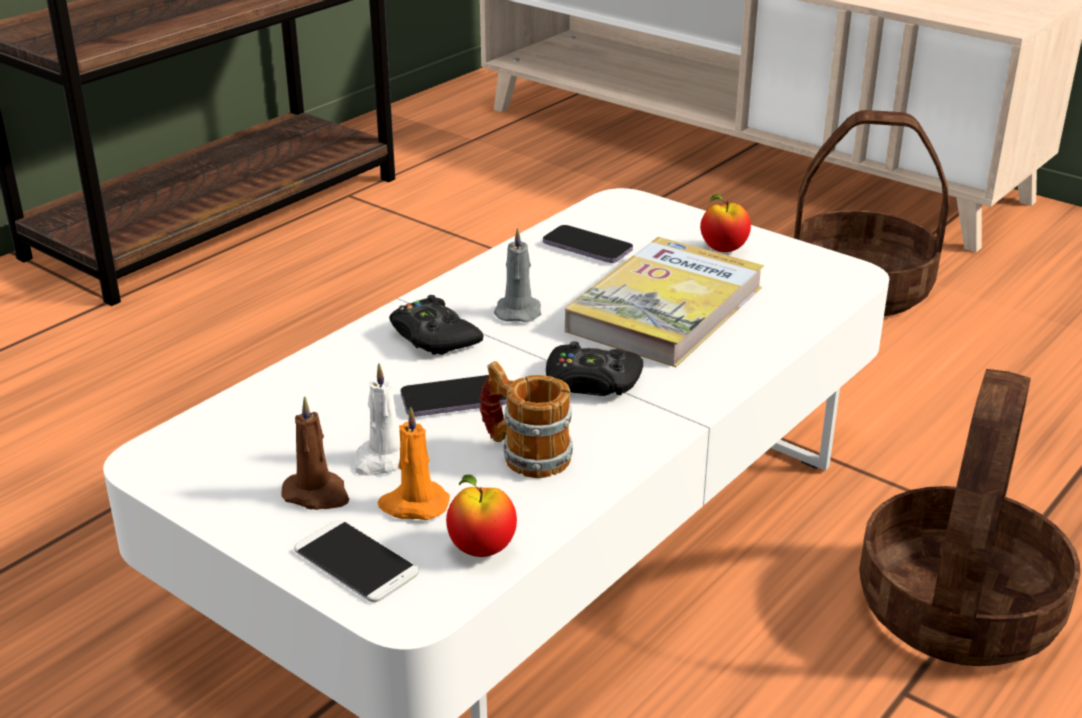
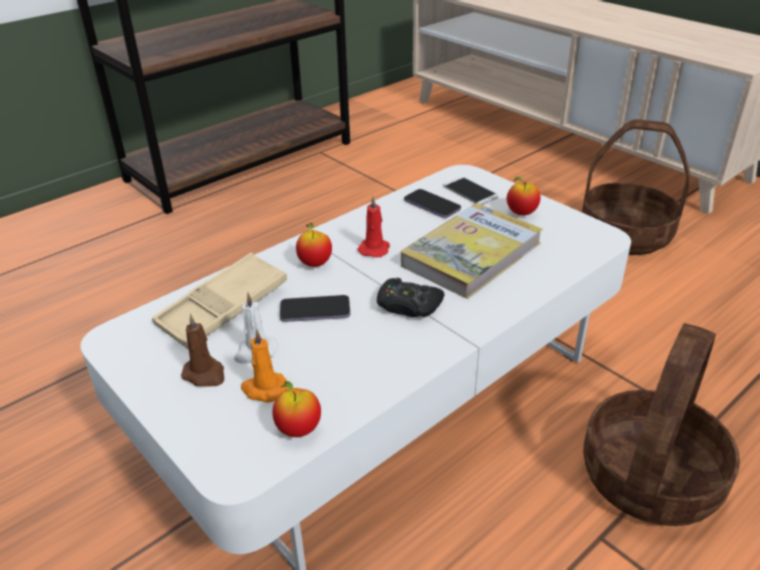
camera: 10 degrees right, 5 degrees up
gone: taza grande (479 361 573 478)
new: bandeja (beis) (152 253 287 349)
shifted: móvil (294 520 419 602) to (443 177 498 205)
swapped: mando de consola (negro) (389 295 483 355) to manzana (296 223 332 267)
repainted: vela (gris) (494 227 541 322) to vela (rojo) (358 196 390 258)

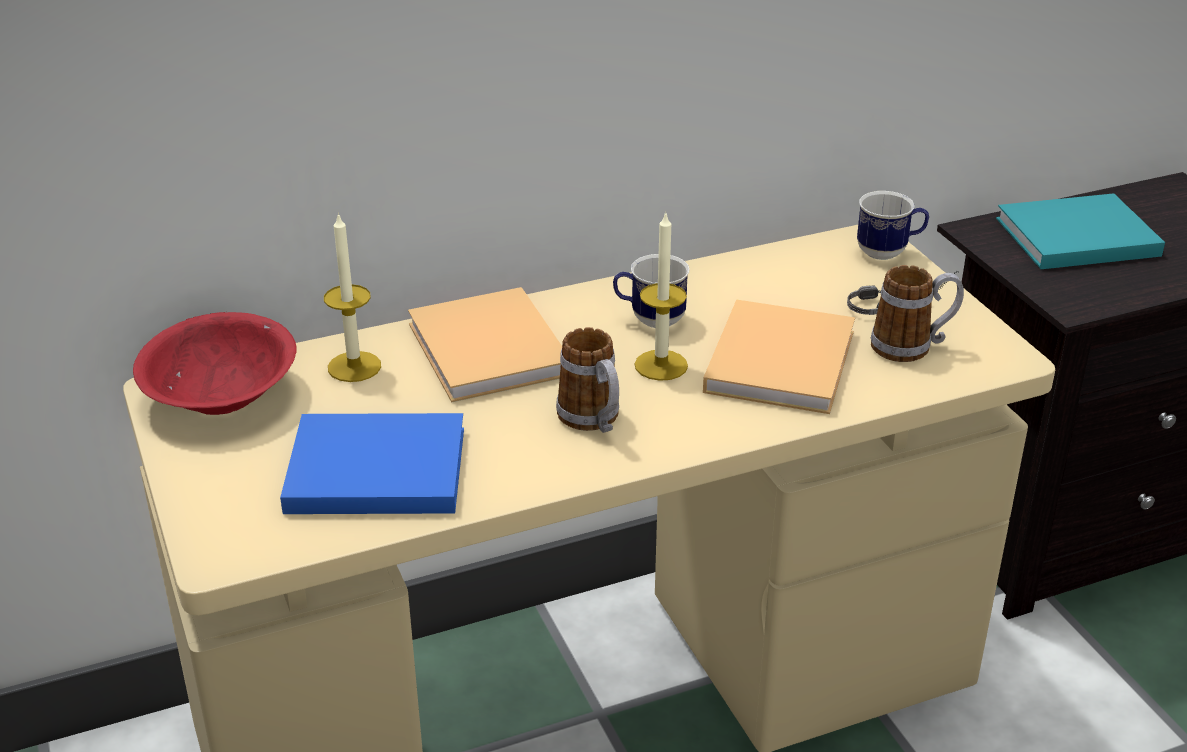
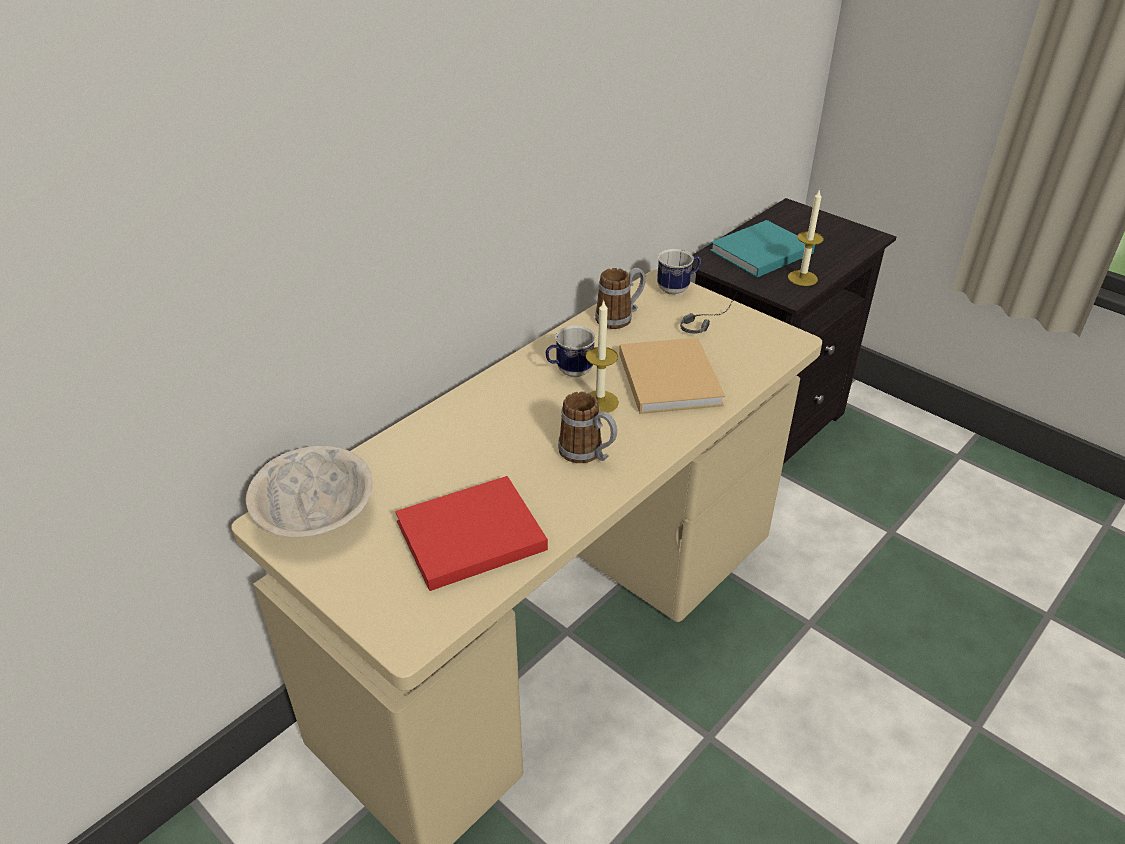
camera: 25 degrees left, 5 degrees up
gone: libro (beis) (408 287 562 402)
shifted: vela (324 212 381 382) to (788 189 823 286); taza grande (871 265 964 362) to (595 268 646 329)
repainted: cuenco (rojo) (133 312 297 415) to cuenco (beis) (246 446 373 537); libro (azul) (280 413 464 514) to libro (rojo) (395 476 548 591)

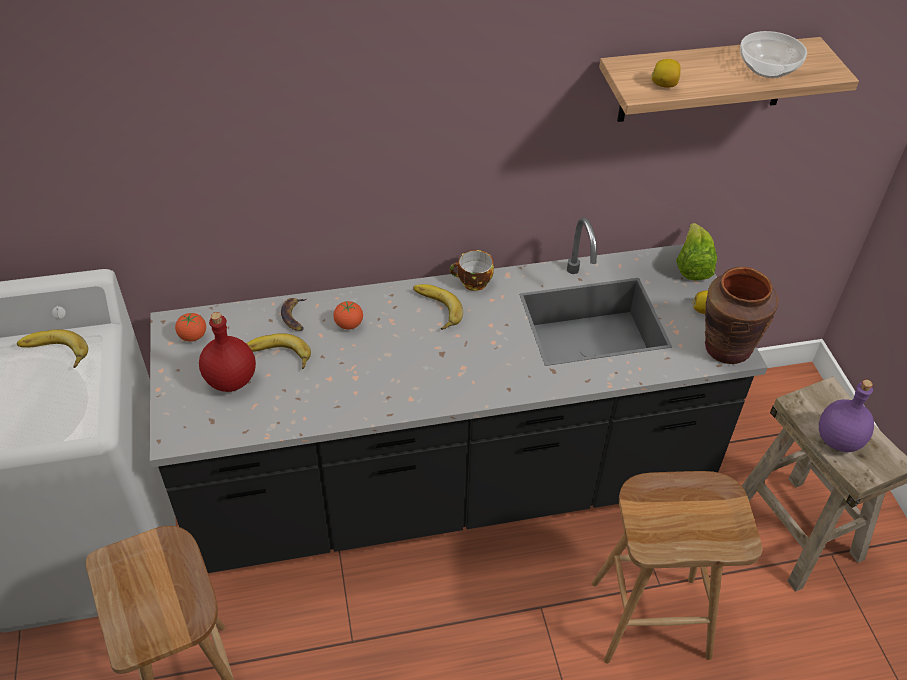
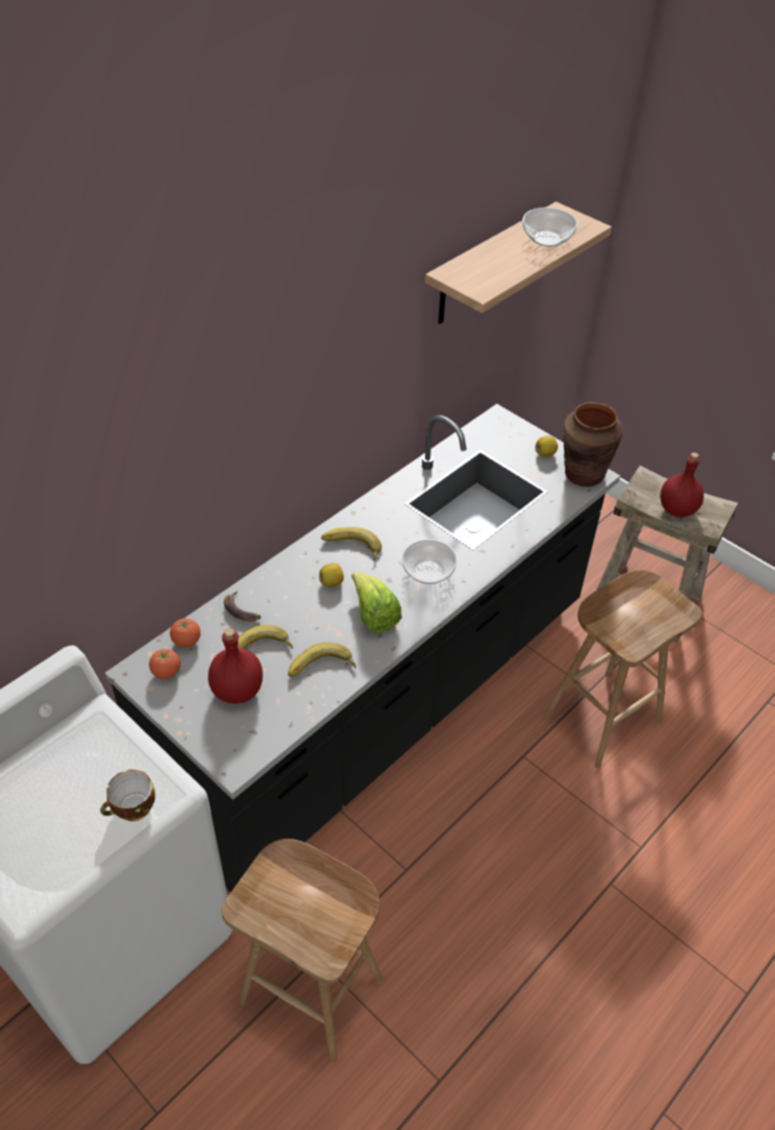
camera: 35 degrees left, 0 degrees up
new: cuenco (402 539 457 584)
shifted: limón (652 59 681 88) to (319 563 344 587); lechuga (676 223 717 281) to (351 572 402 633); taza (450 250 494 291) to (100 769 155 821); tomate (333 301 363 329) to (170 618 201 648); plátano (17 329 88 368) to (288 642 356 677)
repainted: botella (morado) (819 380 874 452) to botella (rojo) (660 452 704 517)

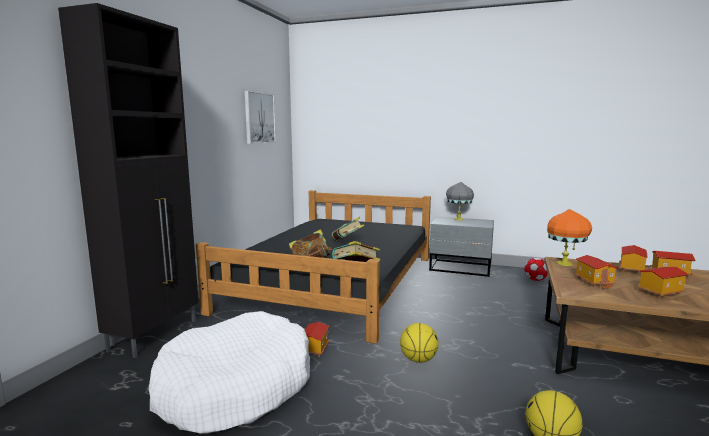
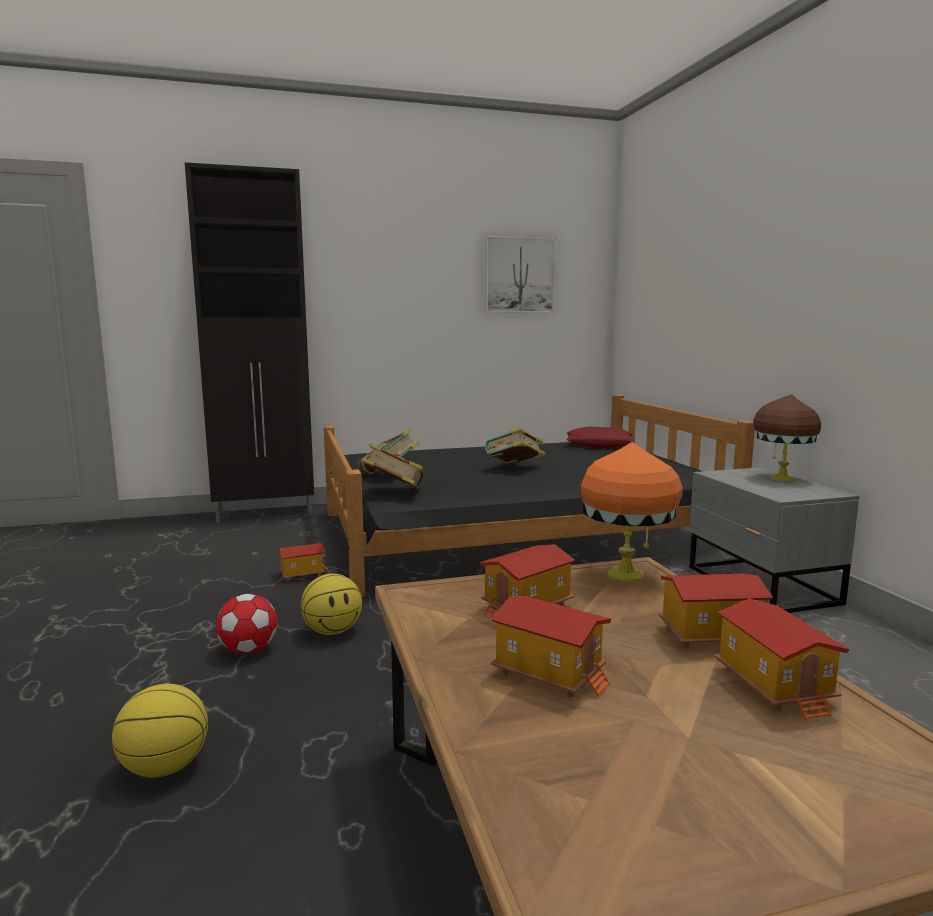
camera: 55 degrees right, 0 degrees up
gone: cama para perro (blanco) (149 311 310 434)
new: cojín (rojo) (566 427 635 448)
shifted: balón de fútbol (524 258 548 281) to (216 594 277 654)
repainted: lámpara de mesa (gris) (446 182 474 220) to lámpara de mesa (marrón) (753 394 821 481)

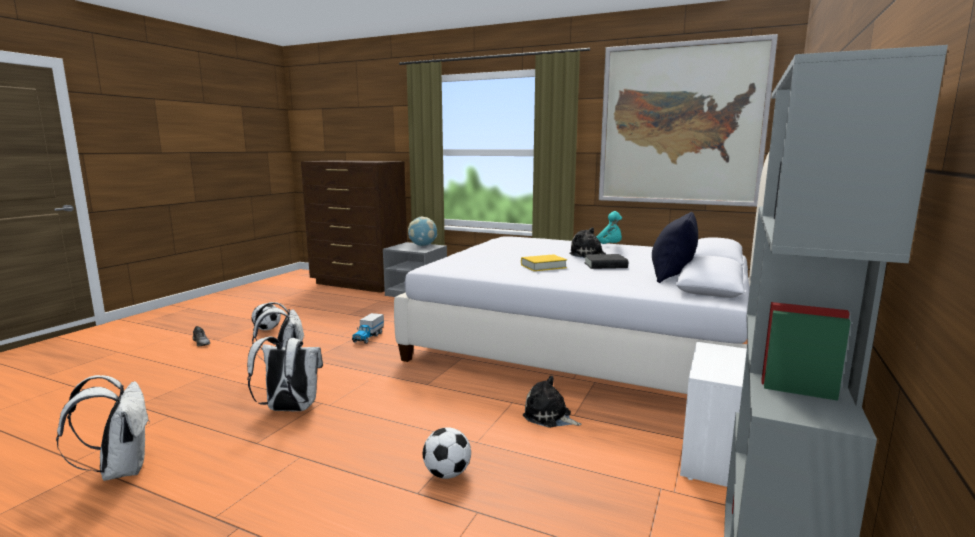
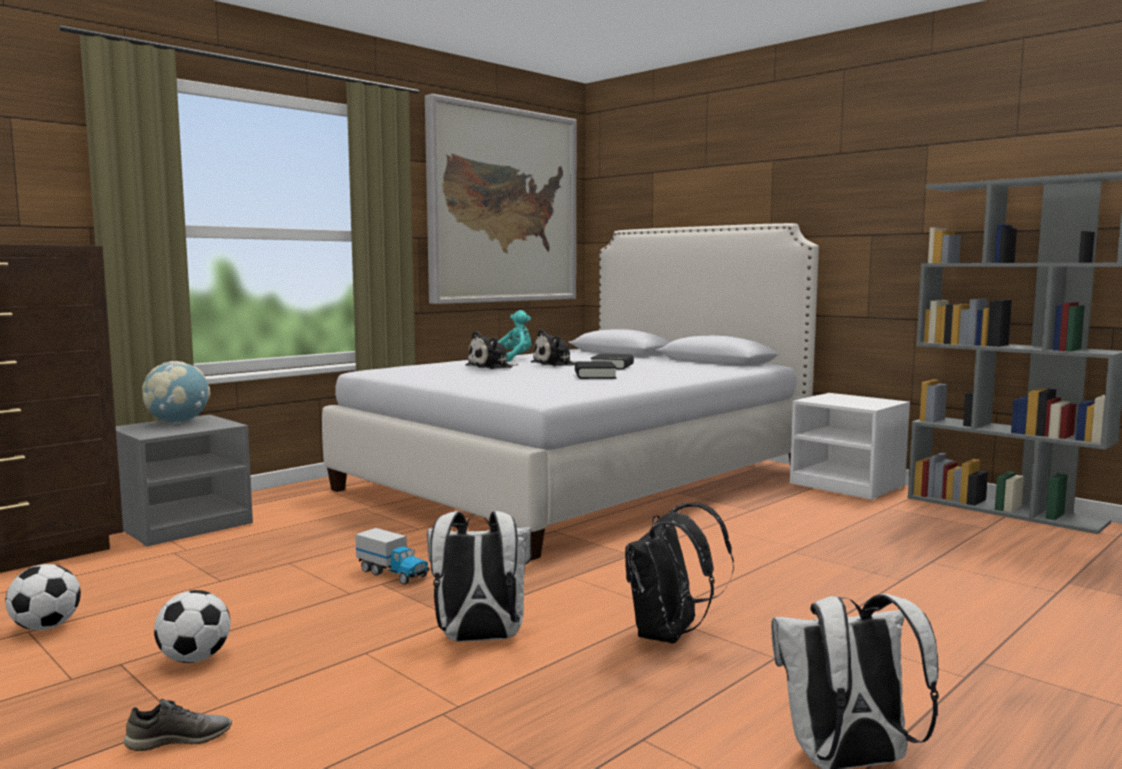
camera: 70 degrees left, 5 degrees down
gone: cojín (negro) (652 212 698 283)
shifted: peluche (523 376 581 428) to (465 331 518 369); balón de fútbol (423 427 471 479) to (5 564 81 630)
repainted: libro (amarillo) (521 254 567 271) to libro (negro) (575 361 617 379); mochila (blanco) (247 336 323 411) to mochila (negro) (625 502 734 644)

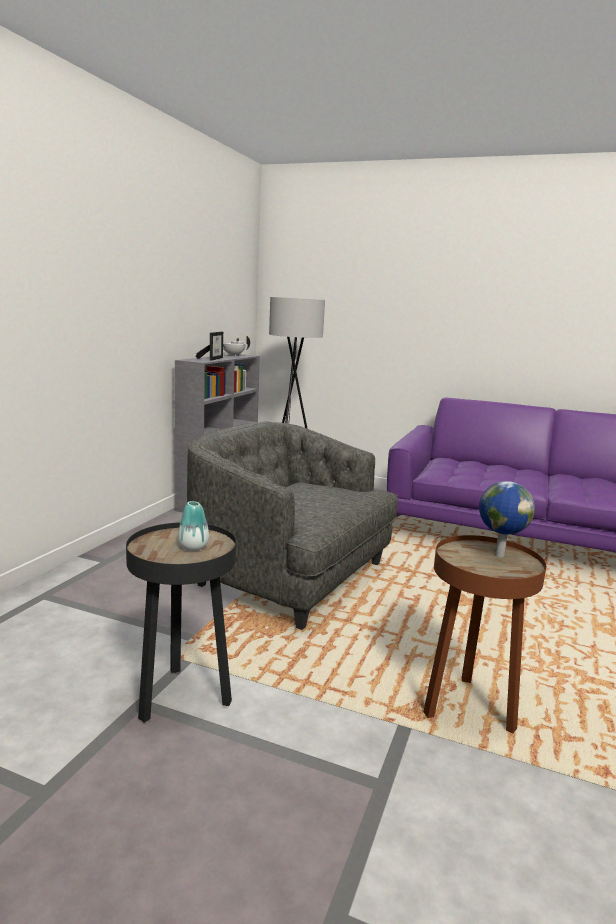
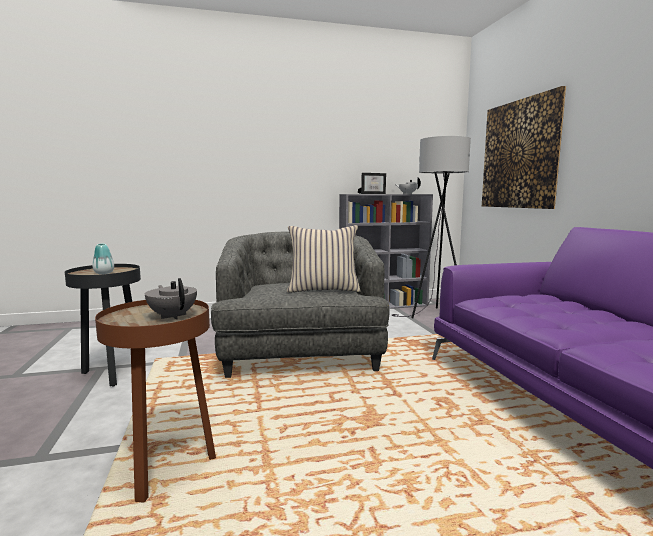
camera: 55 degrees right, 5 degrees down
new: cuadro (482 86 566 209); cojín (beis) (287 225 361 293)
swapped: globo terráqueo (479 481 535 557) to tetera (gris) (145 278 197 319)

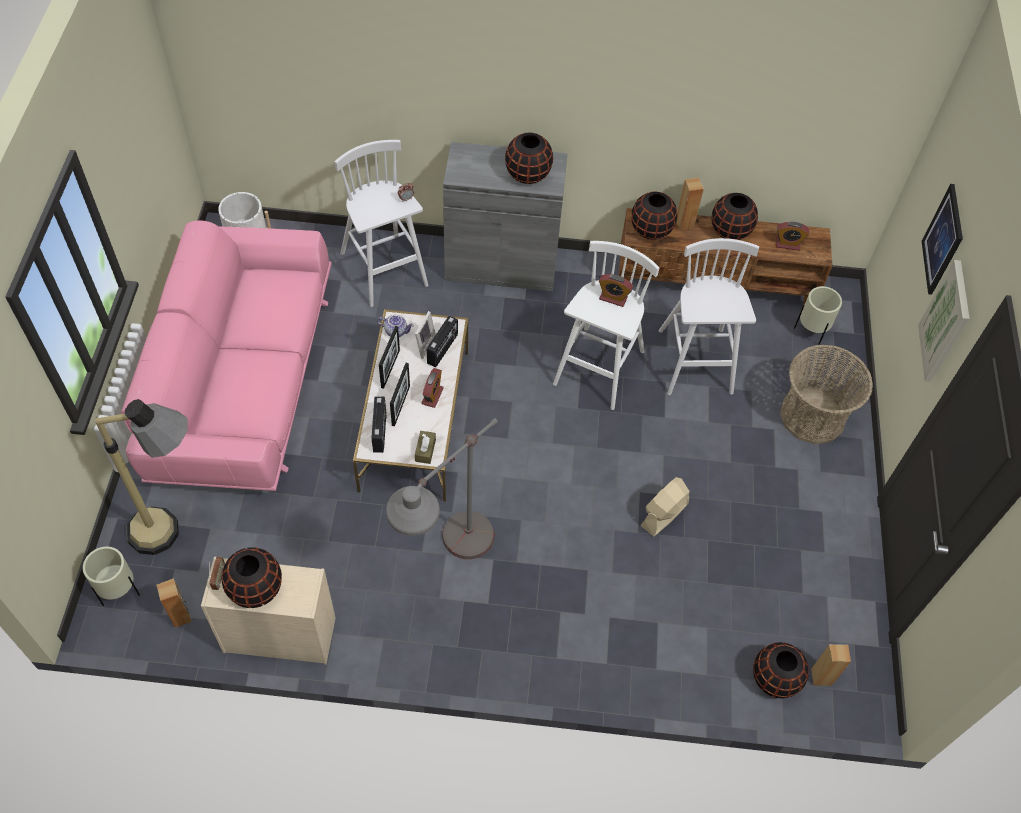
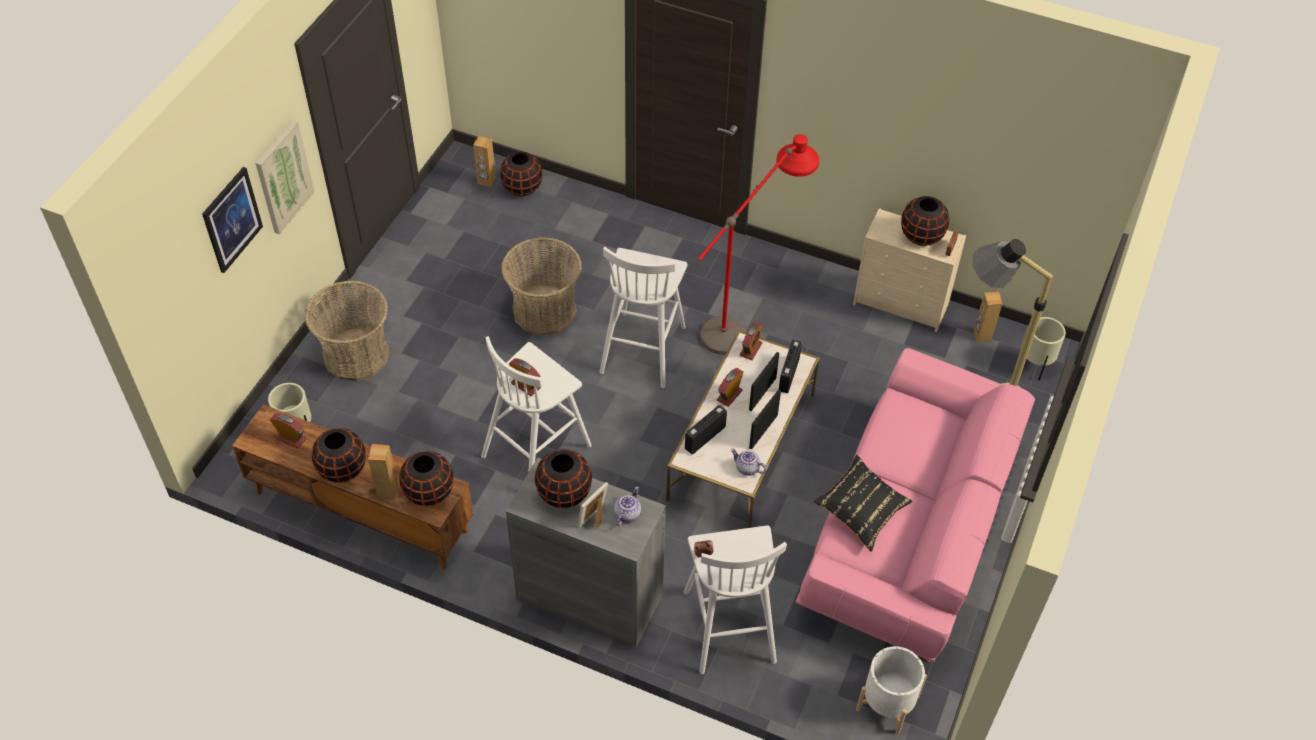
camera: 160 degrees left, 5 degrees down
new: cojín (negro) (813 455 912 552); tetera (614 487 641 526)
shifted: taburete (blanco) (659 238 759 395) to (599 247 688 388); portarretratos (415 311 436 359) to (577 482 608 528)
swapped: caja de pañuelos (marrón) (415 431 436 464) to despertador (740 322 763 360); ventilador (beis) (640 477 690 537) to cesta (501 237 582 336)
repainted: lámpara de pie (gris) (386 418 498 559) to lámpara de pie (rojo) (698 134 819 355)

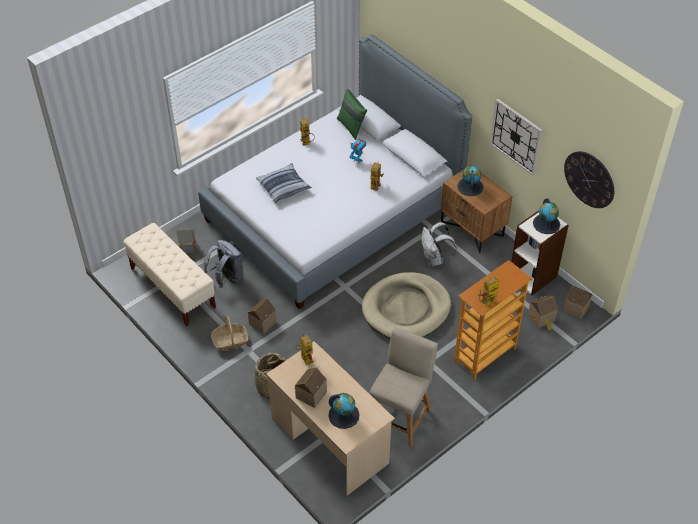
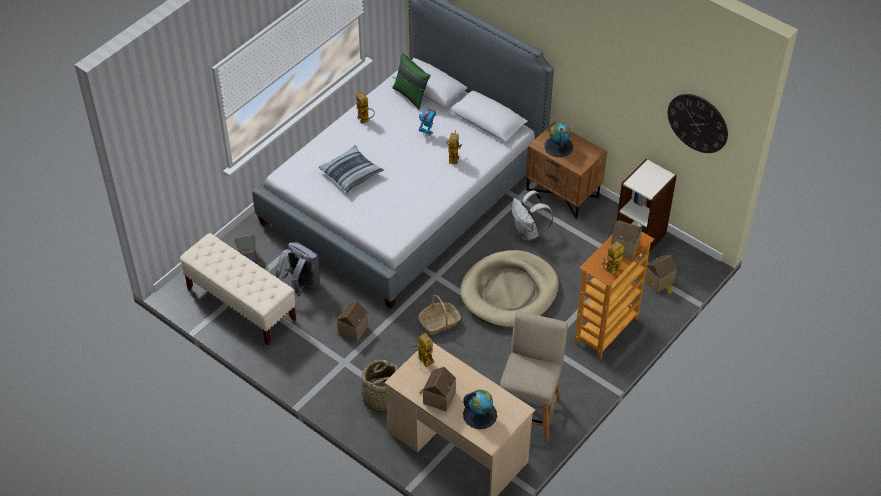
camera: 10 degrees left, 0 degrees up
gone: reloj de pared (490 99 542 175); globo terráqueo (533 198 560 234)
shifted: casita (563 286 592 319) to (611 221 642 260); cesta (211 316 249 351) to (418 295 461 335)

